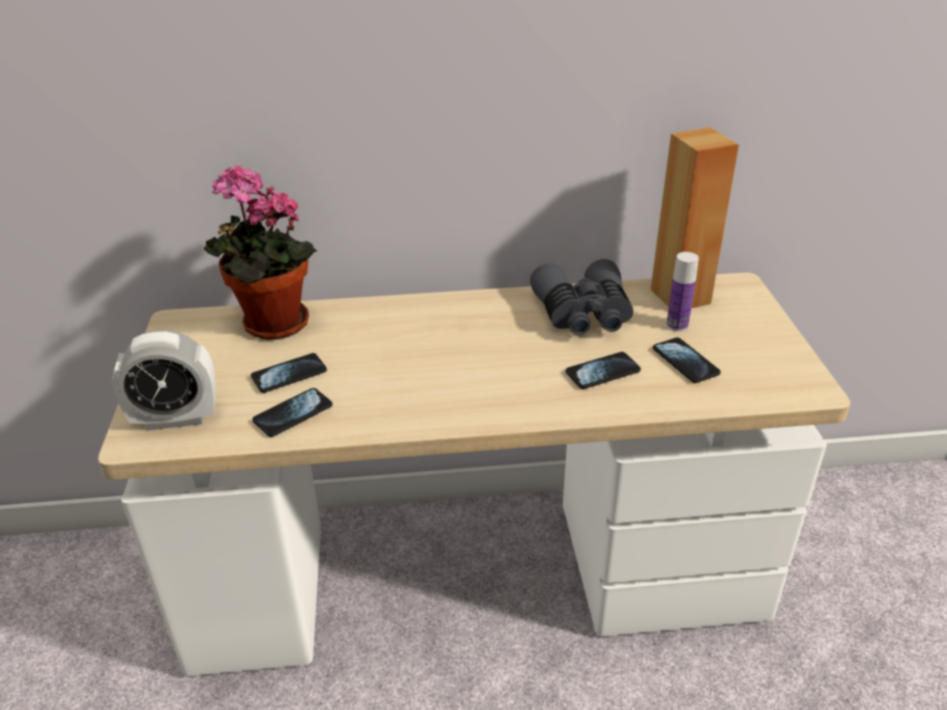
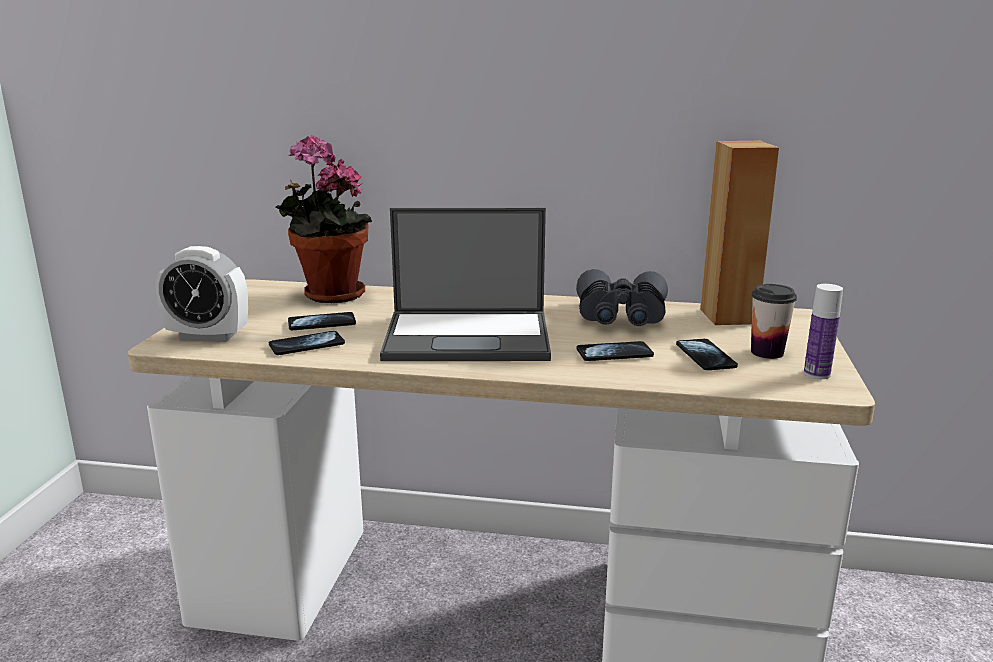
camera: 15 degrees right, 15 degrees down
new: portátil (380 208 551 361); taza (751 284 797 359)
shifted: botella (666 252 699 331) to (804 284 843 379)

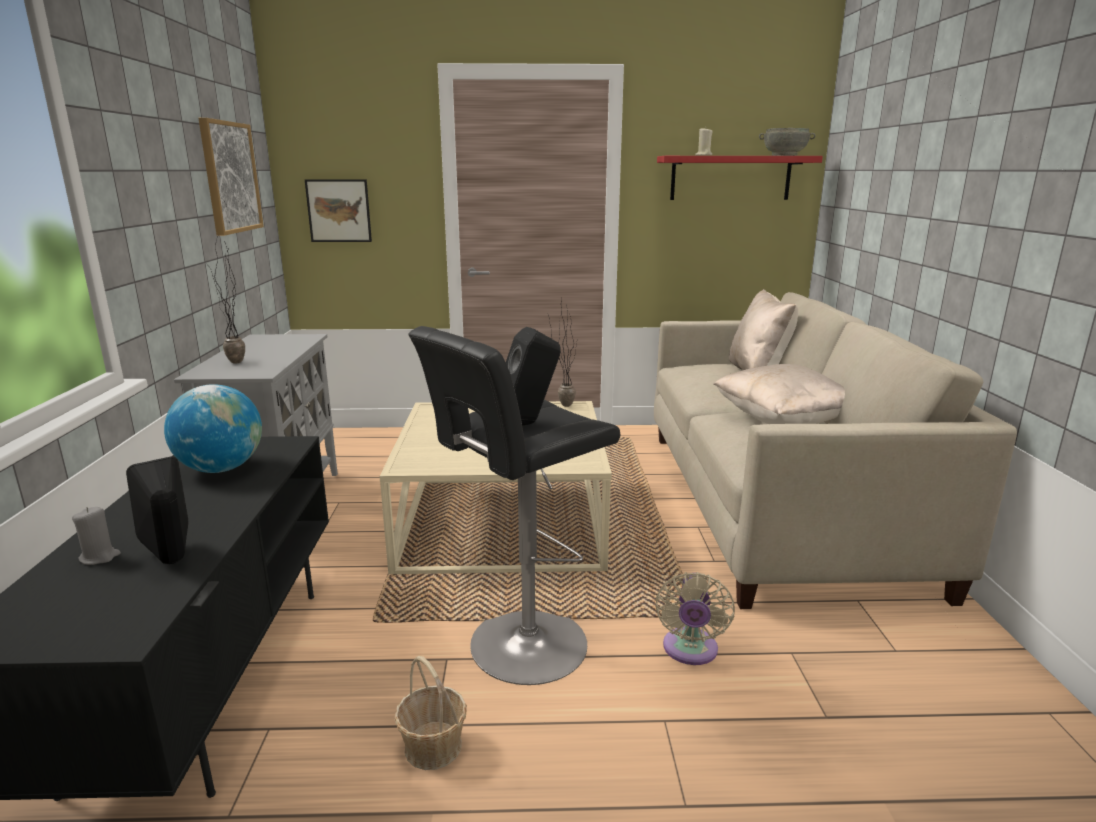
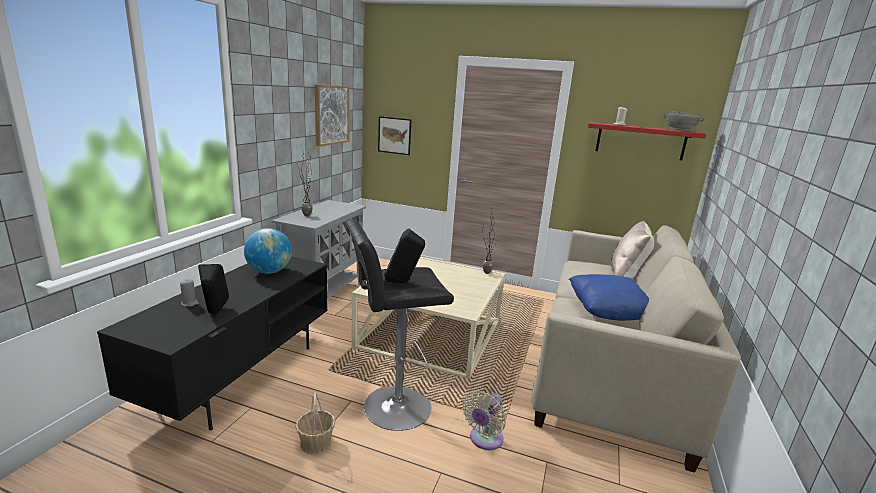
camera: 20 degrees right, 0 degrees up
repainted: cojín (beis) (713 364 845 424) to cojín (azul) (569 274 649 321)

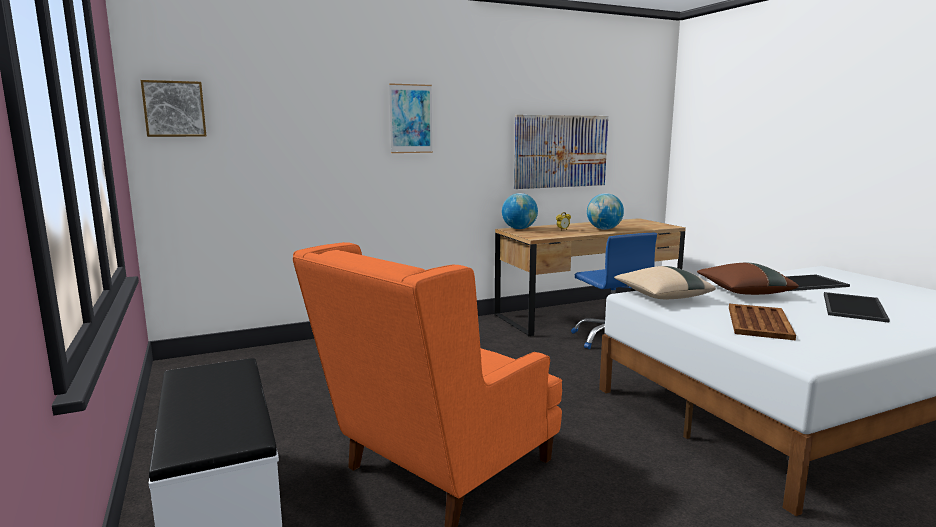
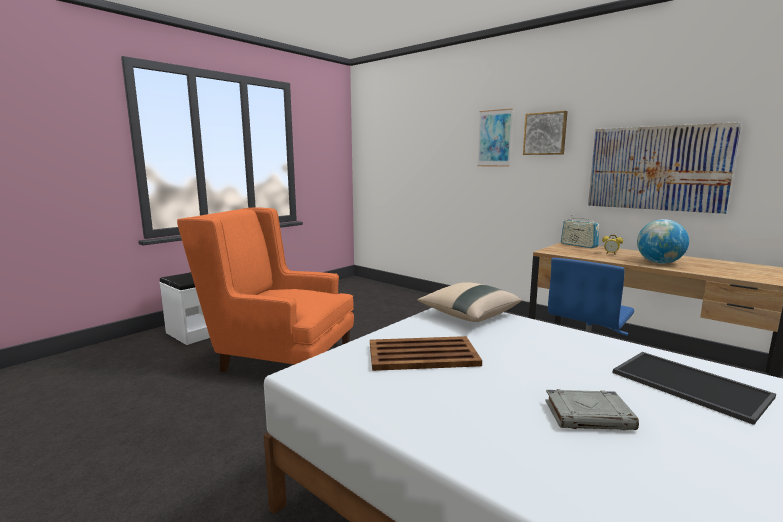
camera: 65 degrees right, 0 degrees up
gone: cojín (marrón) (697 263 799 295)
shifted: cuadro (141 80 206 137) to (523 111 568 155)
swapped: globo terráqueo (502 193 538 229) to radio (561 216 599 248); bandeja (824 292 890 323) to libro (gris) (545 389 639 430)

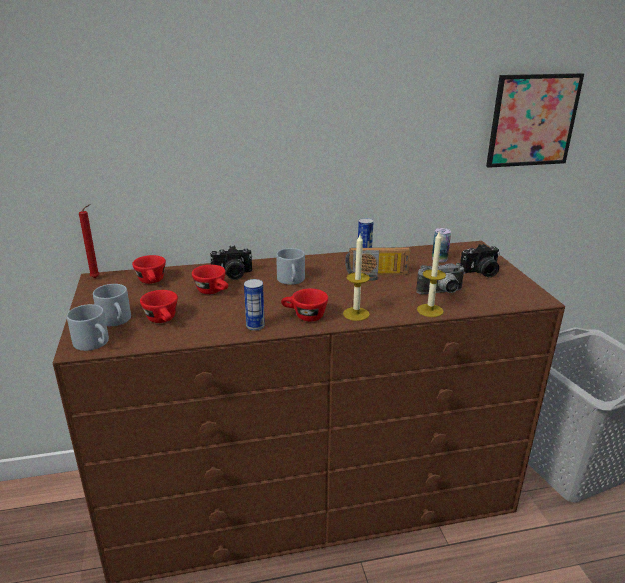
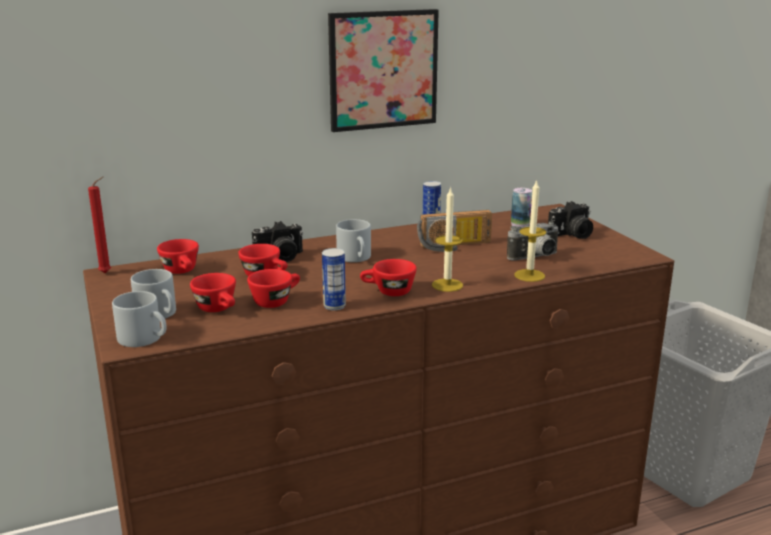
camera: 10 degrees left, 5 degrees down
new: taza (rojo) (247 269 300 308)
shifted: cuadro (486 73 584 168) to (328 9 439 132)

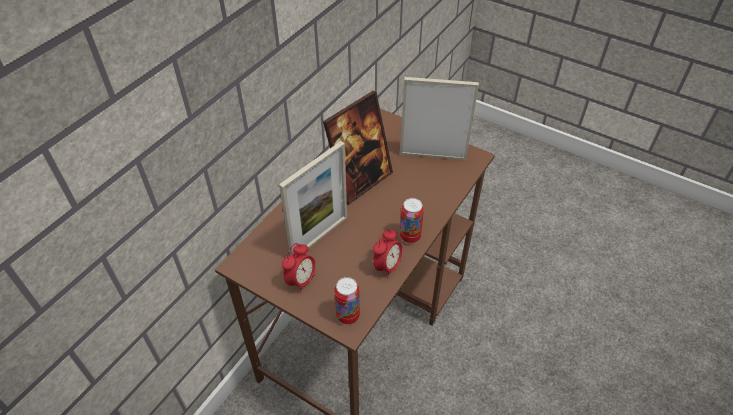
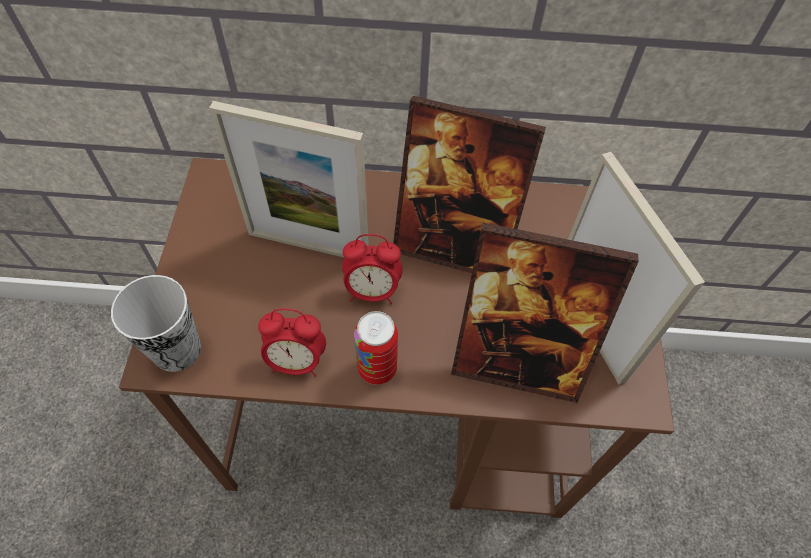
camera: 60 degrees right, 10 degrees up
new: portarretratos (451 222 639 403)
shifted: despertador (282 243 315 293) to (342 234 403 304)
swapped: lata (335 277 360 325) to taza (111 275 201 372)

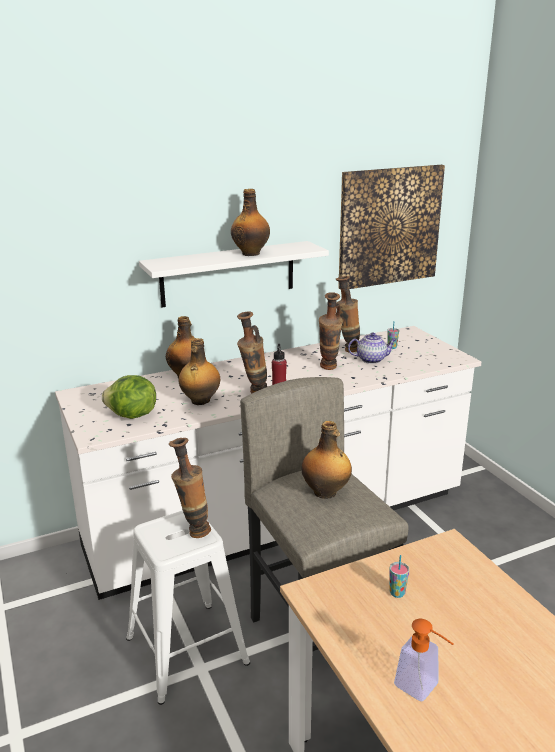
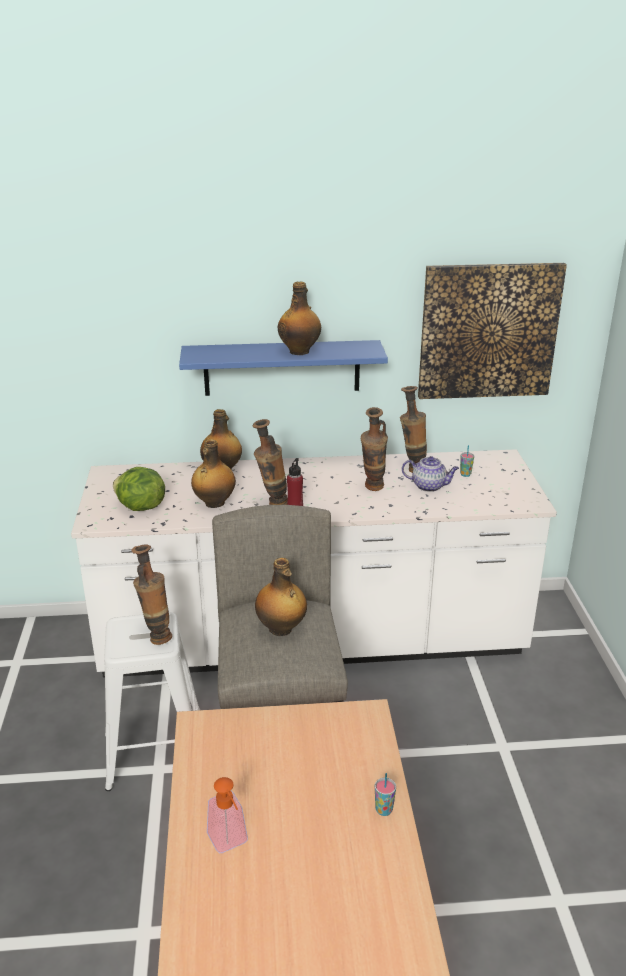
camera: 20 degrees right, 5 degrees up
shifted: taza (389 555 409 598) to (375 773 396 816)
repainted: estante (blanco) (139 241 329 308) to estante (azul) (179 340 388 396)

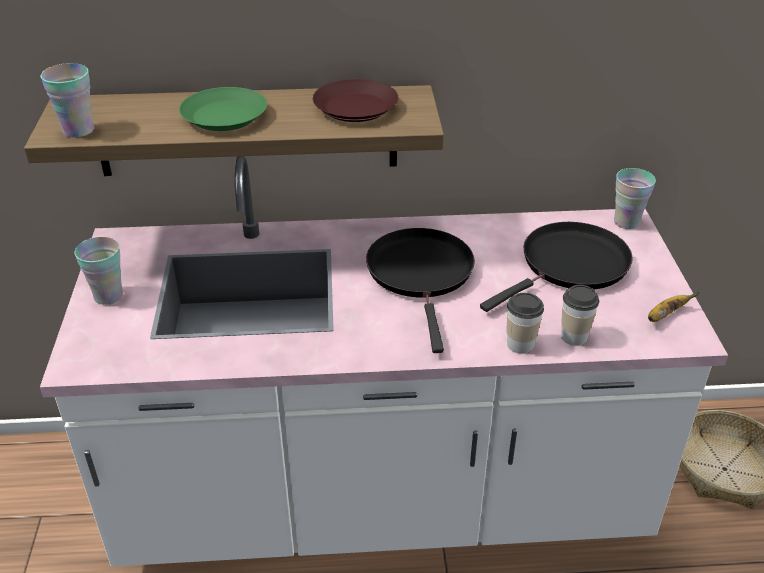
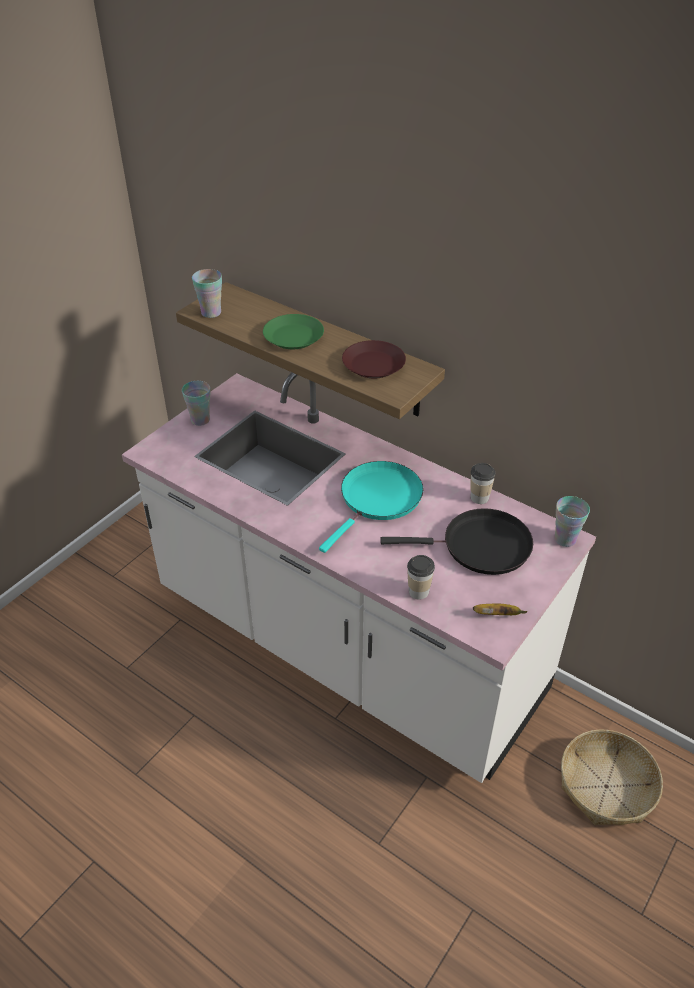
camera: 40 degrees right, 5 degrees up
shifted: taza (507 293 544 354) to (470 463 496 504)
repainted: sartén (negro) (366 228 475 353) to sartén (turquesa) (319 461 423 553)

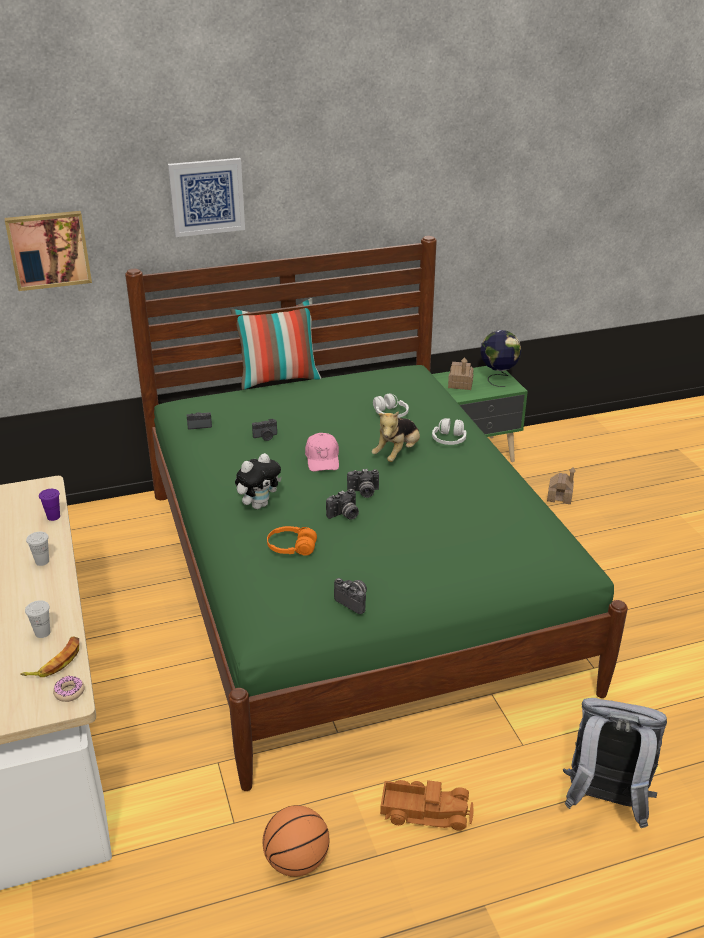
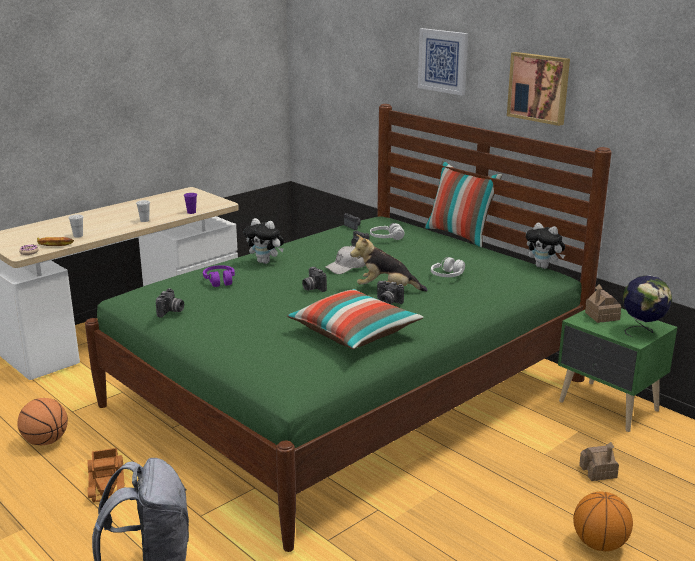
camera: 65 degrees right, 10 degrees down
new: peluche (526 223 565 269); cojín (287 289 423 349); balón de baloncesto (573 491 633 551)
shifted: cuadro (5 211 92 291) to (507 52 570 126); auriculares (blanco) (432 418 466 445) to (370 223 405 240); cámara (326 489 359 519) to (377 280 404 304)
repainted: gorra (rosa) (305 433 339 472) to gorra (blanco) (325 246 366 274); auriculares (naranja) (267 526 317 556) to auriculares (morado) (203 265 235 287)

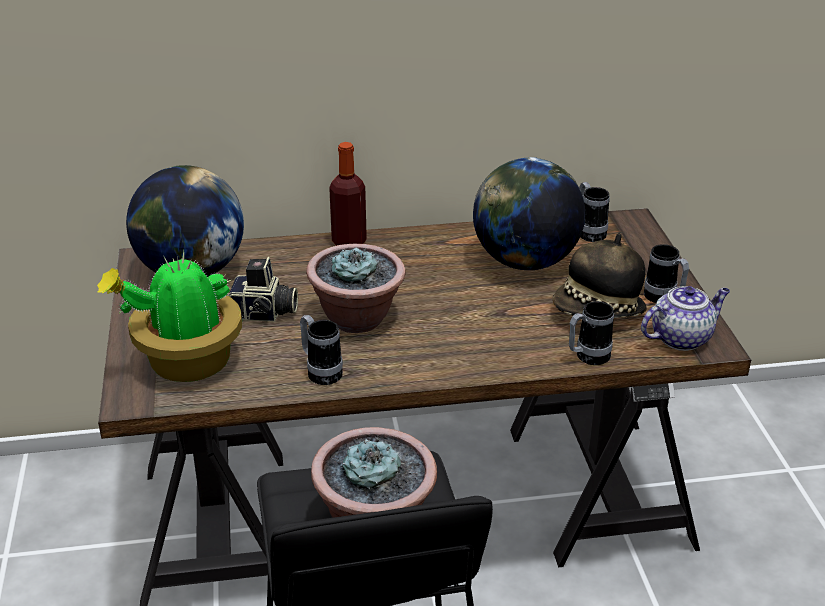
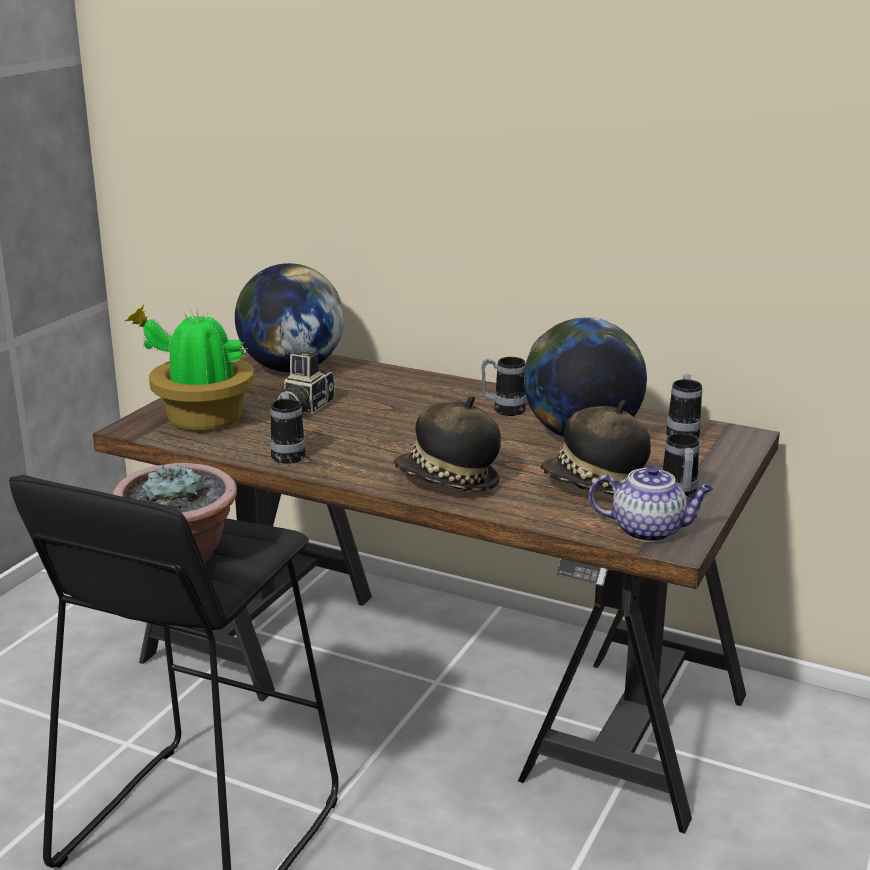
camera: 35 degrees right, 10 degrees down
gone: botella (329 142 367 246); planta en maceta (306 244 406 333)
new: sombrero (393 396 501 492)
shifted: taza grande (569 301 614 365) to (481 357 527 416)
rotated: cámara (228 257 298 322) = (278 351 334 414) 75 degrees clockwise

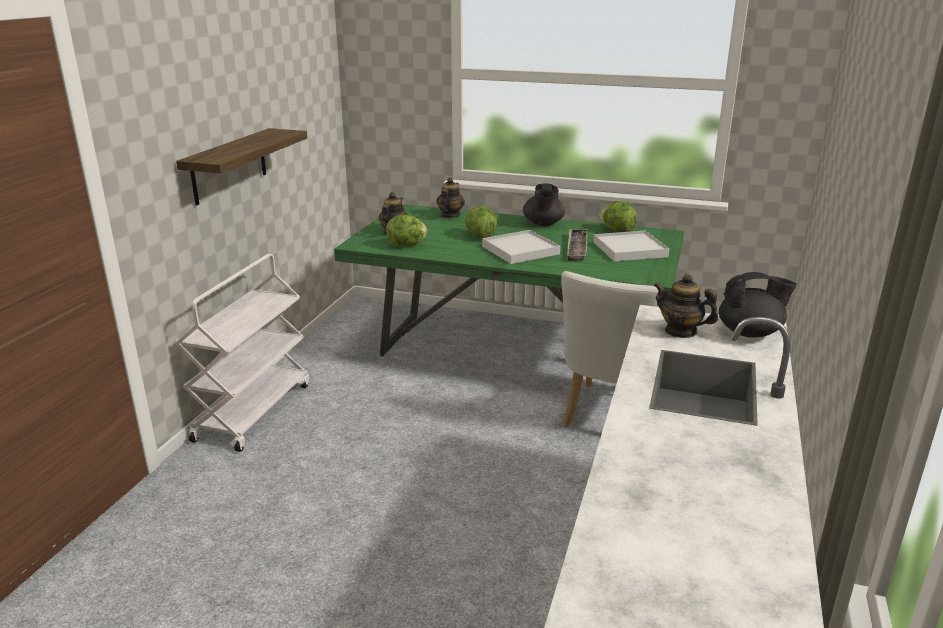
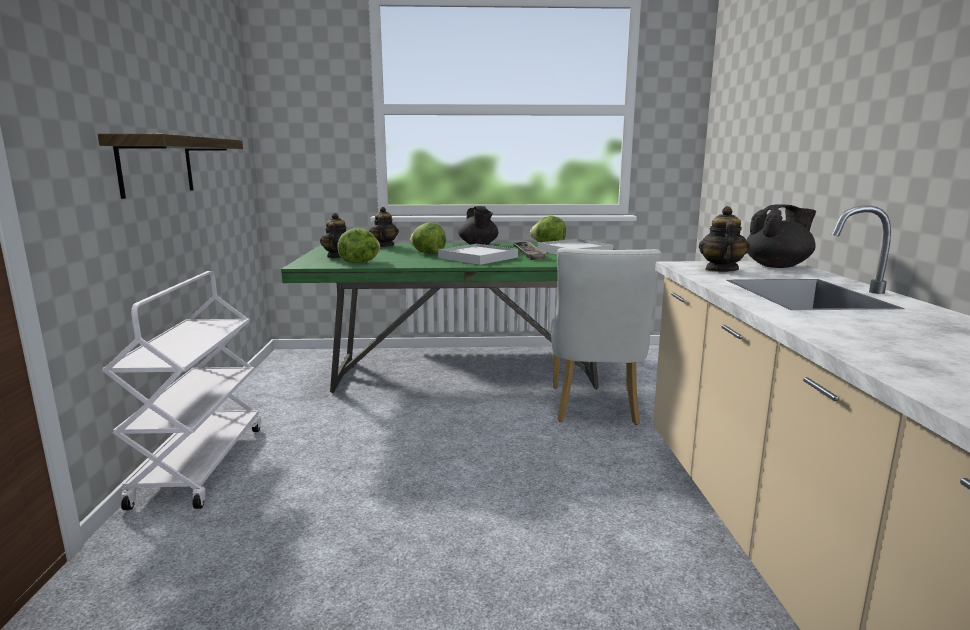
camera: 20 degrees left, 10 degrees down
rotated: tetera (654 274 718 338) = (699 206 750 272) 90 degrees clockwise

